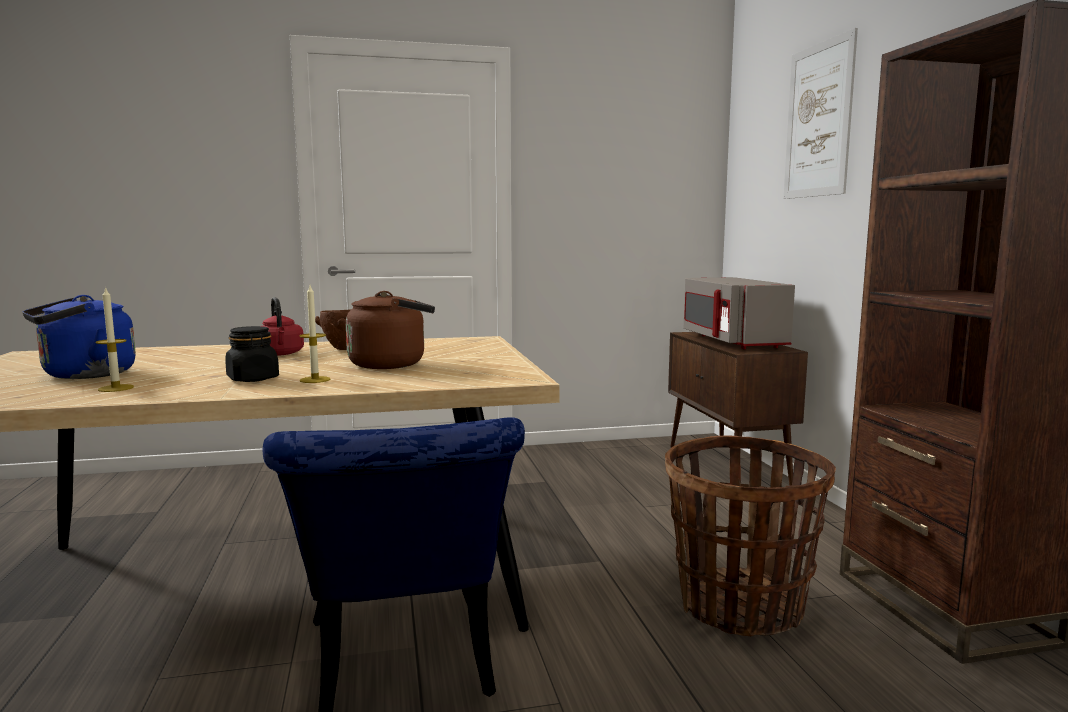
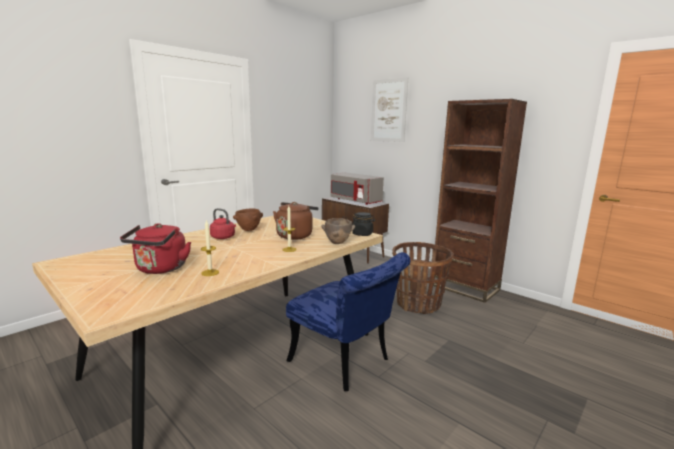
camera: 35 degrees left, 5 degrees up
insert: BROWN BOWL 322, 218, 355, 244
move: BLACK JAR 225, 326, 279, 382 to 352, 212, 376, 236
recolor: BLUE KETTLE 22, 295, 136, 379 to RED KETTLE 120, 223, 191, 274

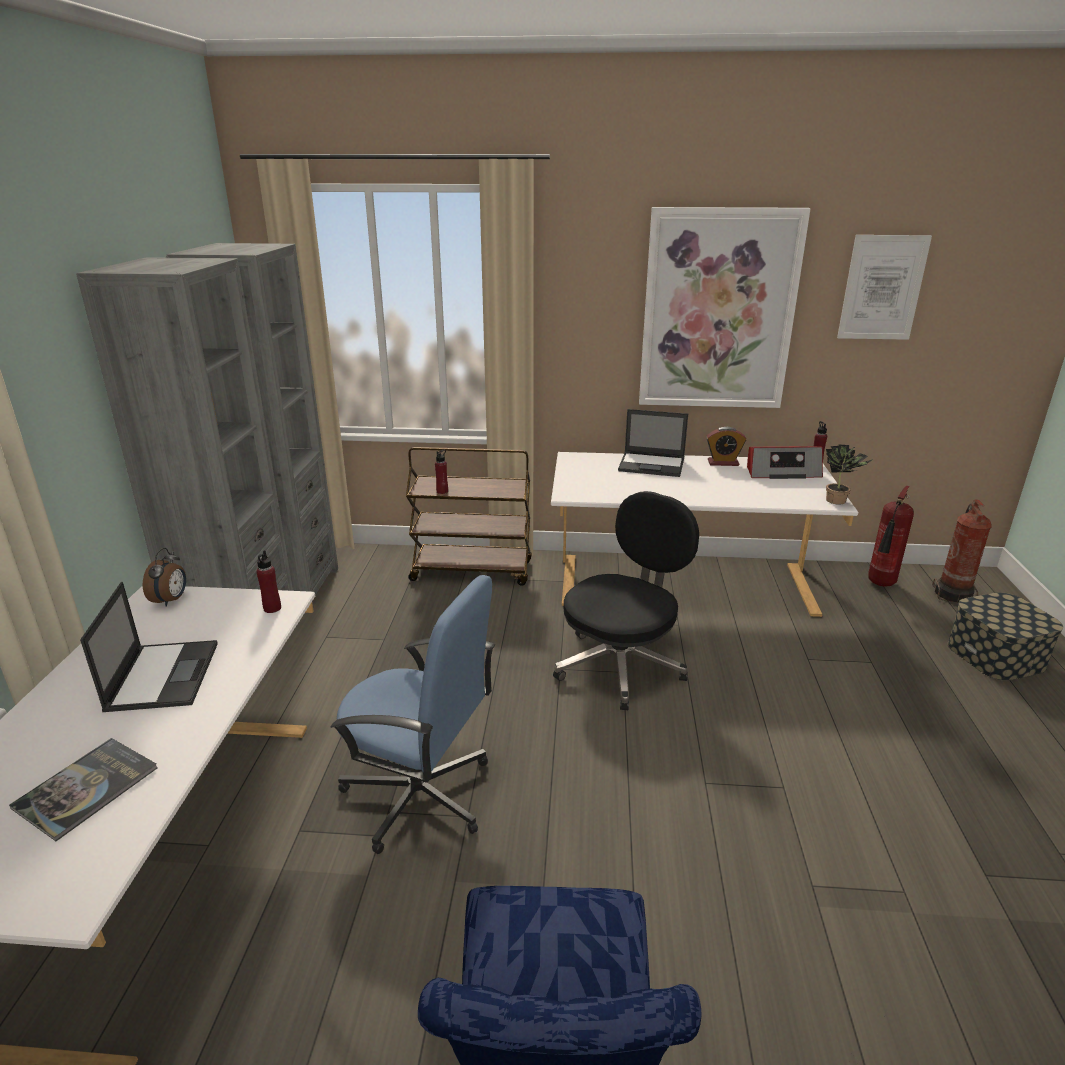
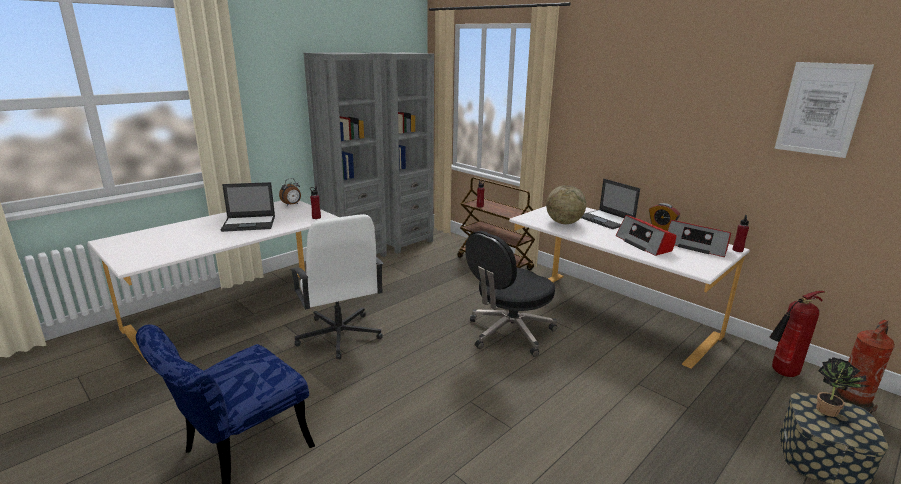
camera: 40 degrees right, 5 degrees down
delete: BOOK 9, 738, 158, 841; PICTURE 639, 207, 811, 408
insert: GLOBE 546, 185, 586, 224; RADIO 616, 215, 676, 256
move: POTTED PLANT 826, 445, 873, 505 to 816, 357, 868, 417
recolor: BLUE OFFICE CHAIR 331, 575, 495, 854 to WHITE OFFICE CHAIR 290, 214, 383, 360
rotate: LAPTOP 80, 582, 218, 712 = 221, 182, 275, 232 45 degrees clockwise; BLACK OFFICE CHAIR 553, 491, 699, 710 = 465, 231, 557, 357 150 degrees clockwise

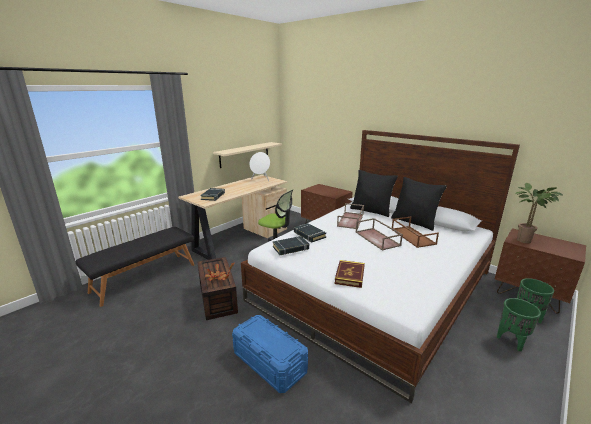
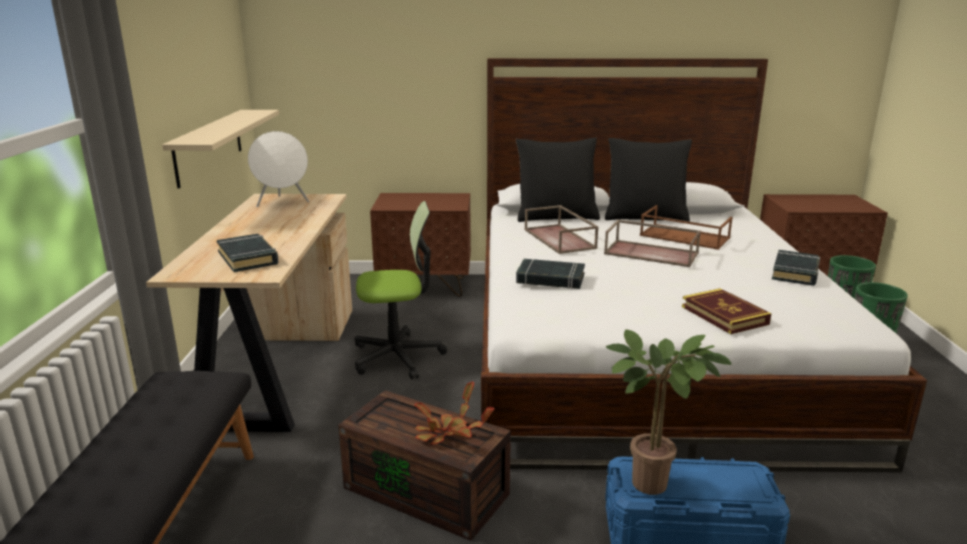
camera: 40 degrees left, 0 degrees up
move: POTTED PLANT 515, 183, 563, 243 to 606, 329, 732, 495; BLACK BOOK 273, 236, 309, 255 to 772, 250, 820, 286

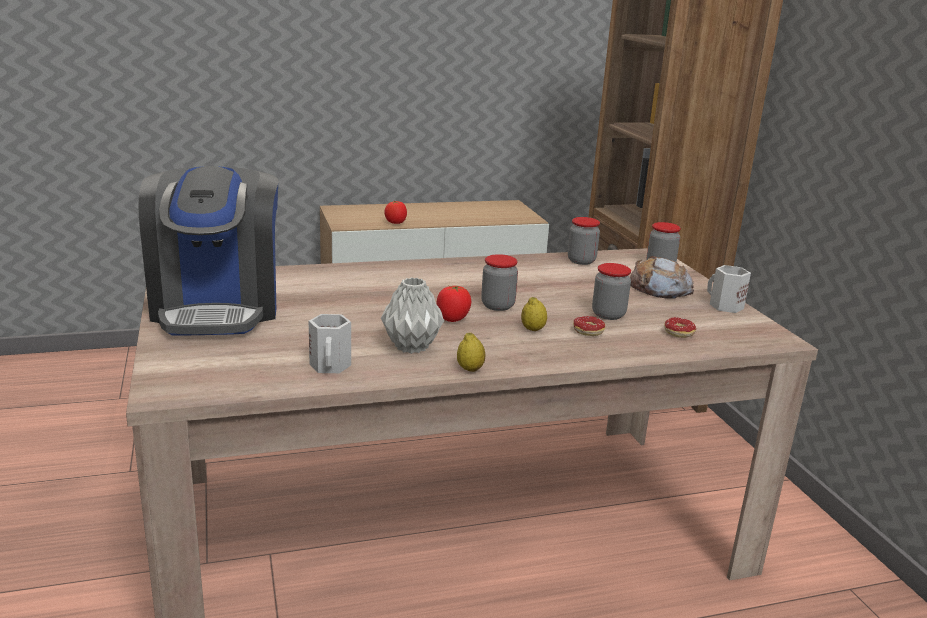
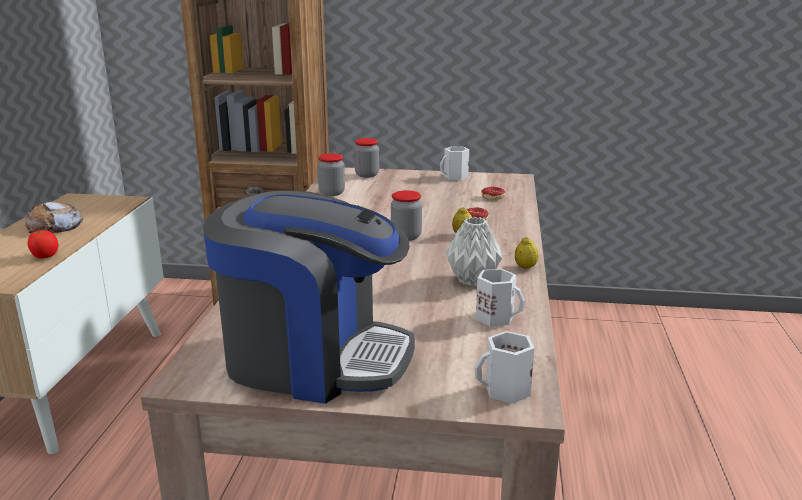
camera: 65 degrees left, 0 degrees up
delete: TOMATO 437, 286, 471, 322; JAR 592, 263, 631, 320
insert: WHITE MUG 475, 331, 534, 404
move: BREAD 630, 256, 694, 299 to 25, 202, 83, 233

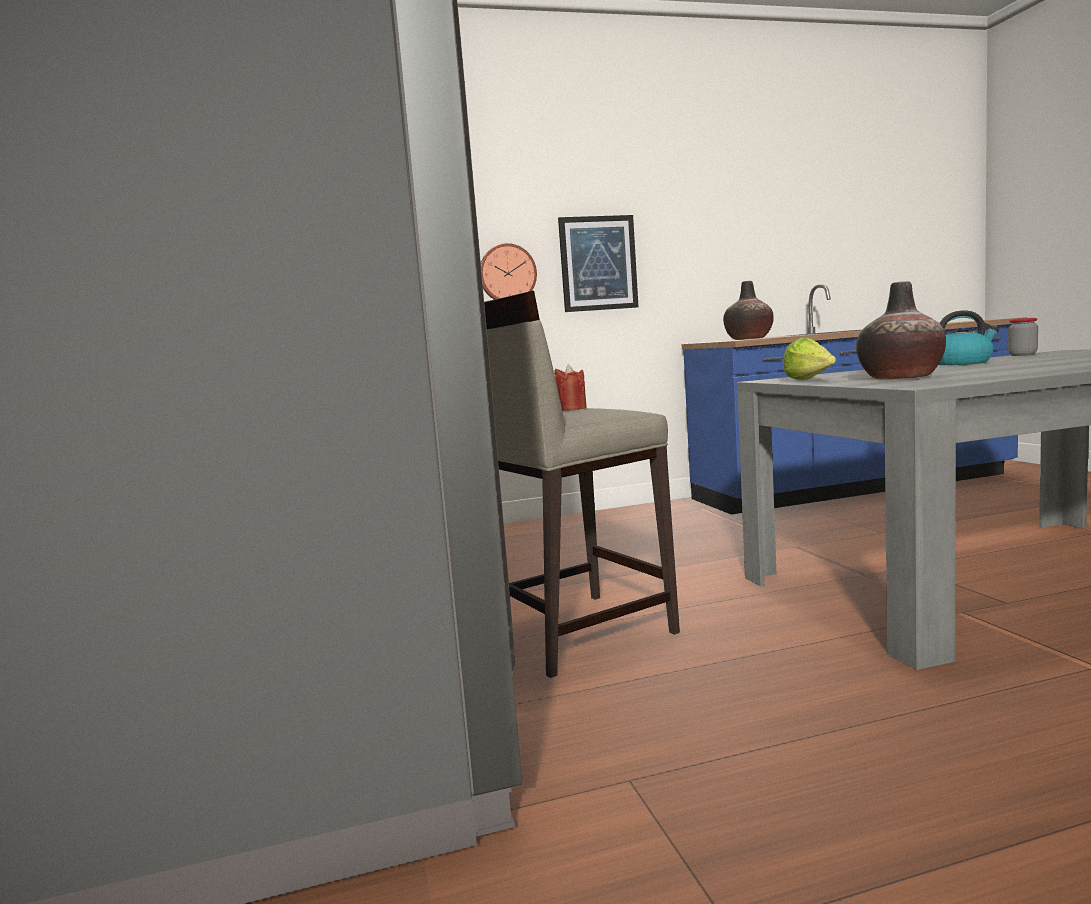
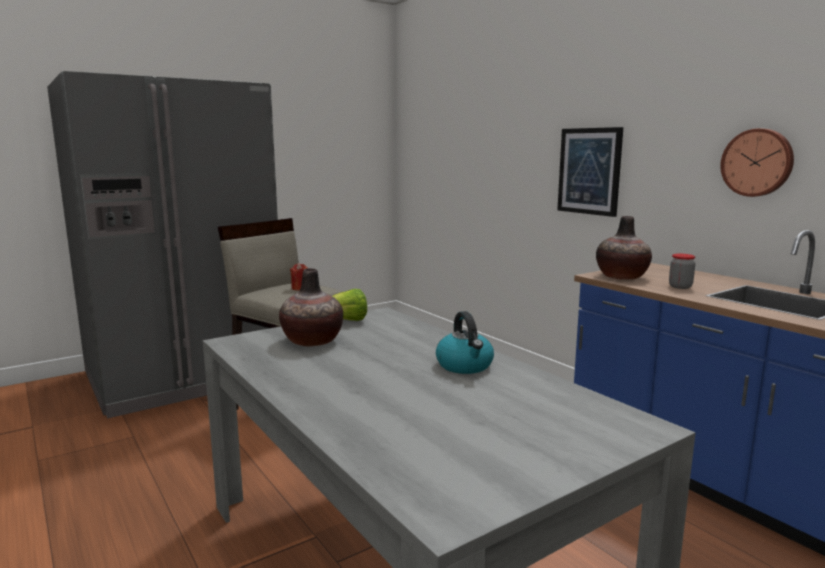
camera: 70 degrees right, 5 degrees up
move: JAR 1008, 318, 1038, 356 to 669, 254, 695, 289; WALL CLOCK 481, 243, 537, 300 to 720, 128, 794, 197

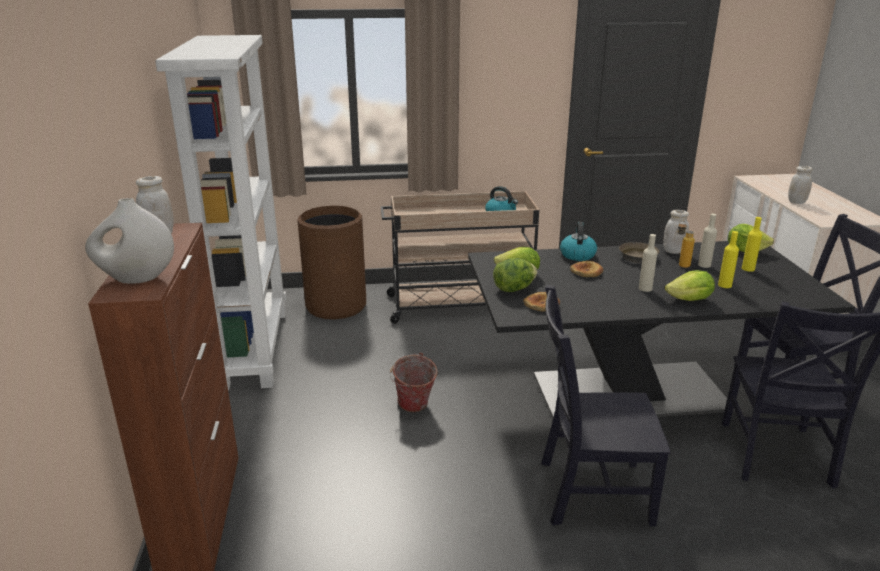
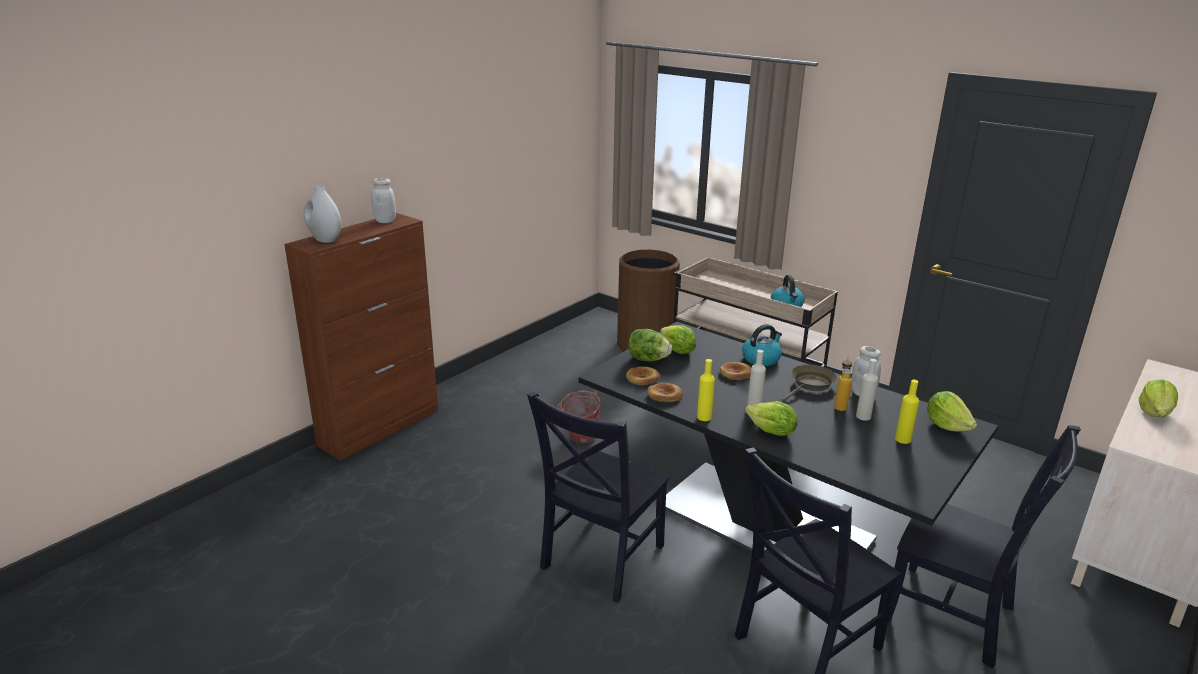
camera: 45 degrees right, 0 degrees up
delete: WHITE BOOKCASE 155, 35, 286, 390
insert: BREAD 647, 382, 683, 402
move: YELLOW BOTTLE 718, 231, 739, 288 to 697, 359, 715, 421
replace: WHITE JAR 788, 166, 812, 204 to LETTUCE 1139, 379, 1178, 418
rotate: BLACK CHAIR 541, 285, 671, 526 = 527, 392, 670, 602 105 degrees counterclockwise

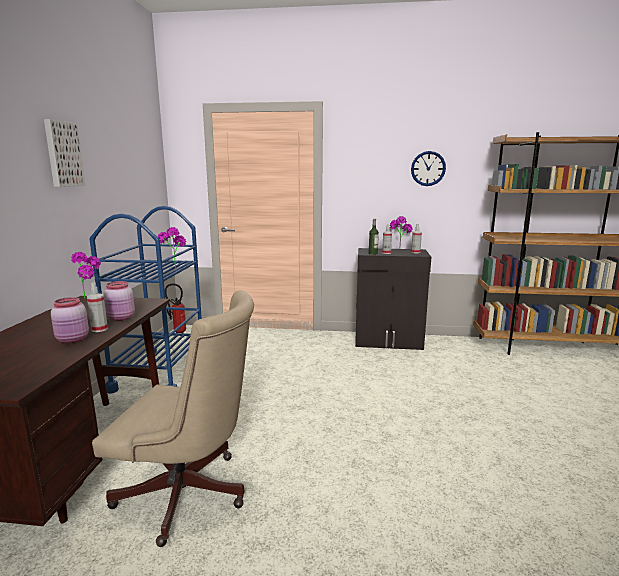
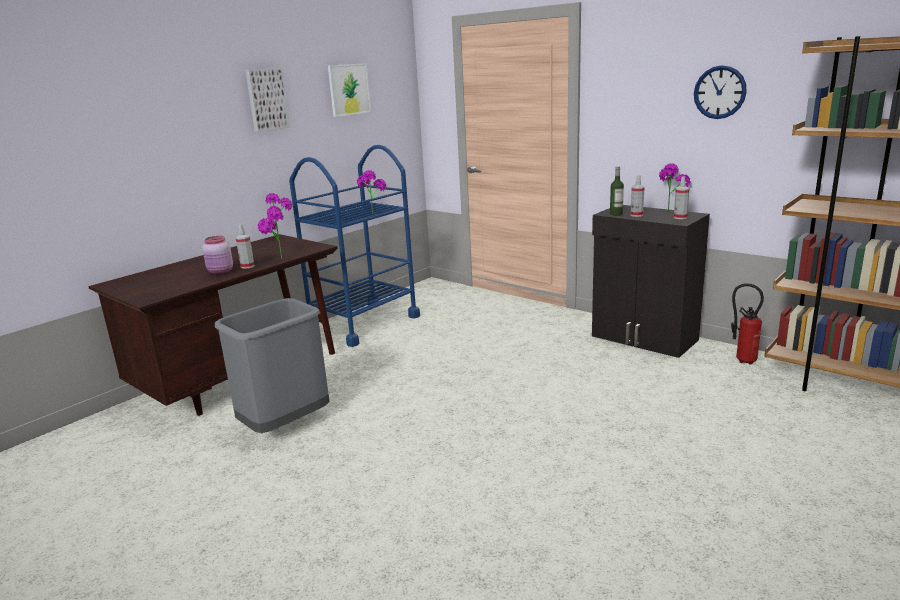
camera: 35 degrees right, 5 degrees up
insert: PICTURE 328, 63, 371, 117
move: FIRE EXTINGUISHER 165, 284, 186, 333 to 731, 284, 764, 365
replace: BEIGE OFFICE CHAIR 92, 290, 254, 547 to GREY TRASH CAN 215, 298, 330, 433; PINK JAR 104, 281, 135, 321 to POTTED PLANT 257, 209, 284, 259

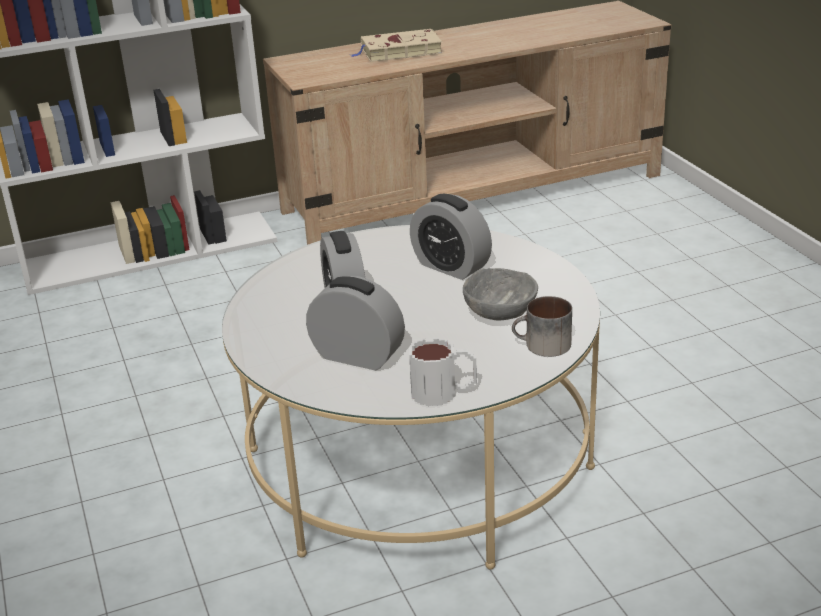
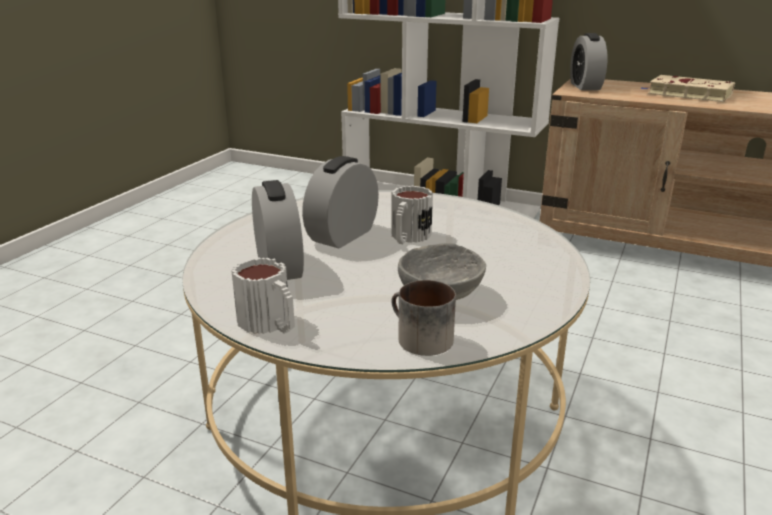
camera: 45 degrees right, 5 degrees down
insert: MUG 391, 186, 433, 244
move: ALARM CLOCK 410, 194, 492, 280 to 570, 33, 607, 90

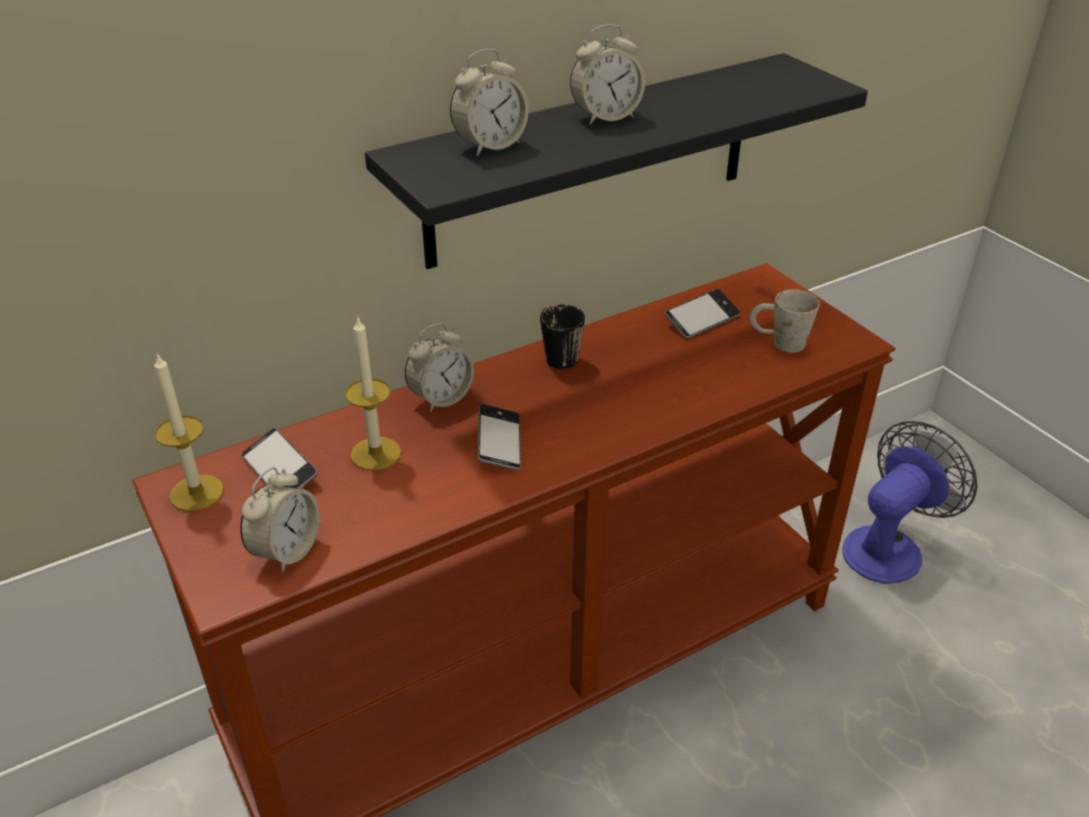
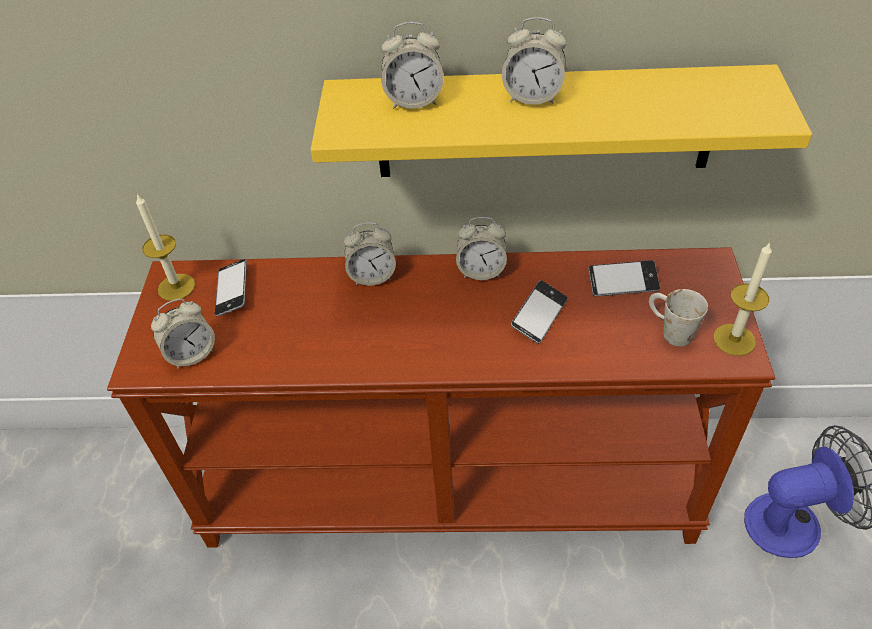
camera: 35 degrees right, 10 degrees up
move: PHONE 478, 404, 521, 470 to 511, 280, 568, 344; CANDLE 345, 316, 401, 471 to 713, 242, 772, 356
replace: BLACK MUG 540, 304, 585, 369 to ALARM CLOCK 456, 217, 507, 280
recolor: BLACK SHELF 365, 53, 868, 269 to YELLOW SHELF 311, 64, 812, 177

